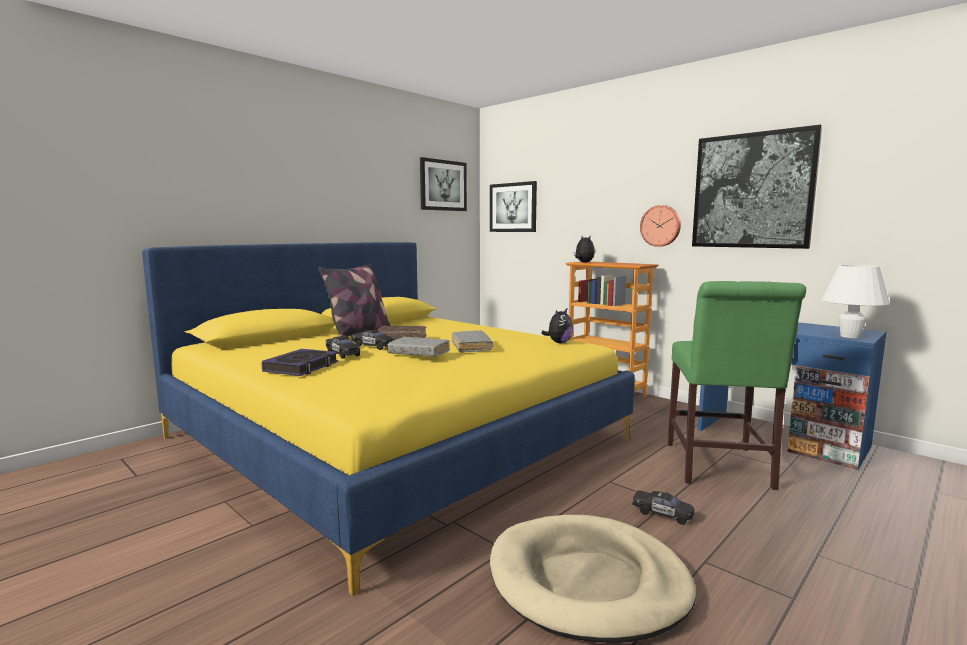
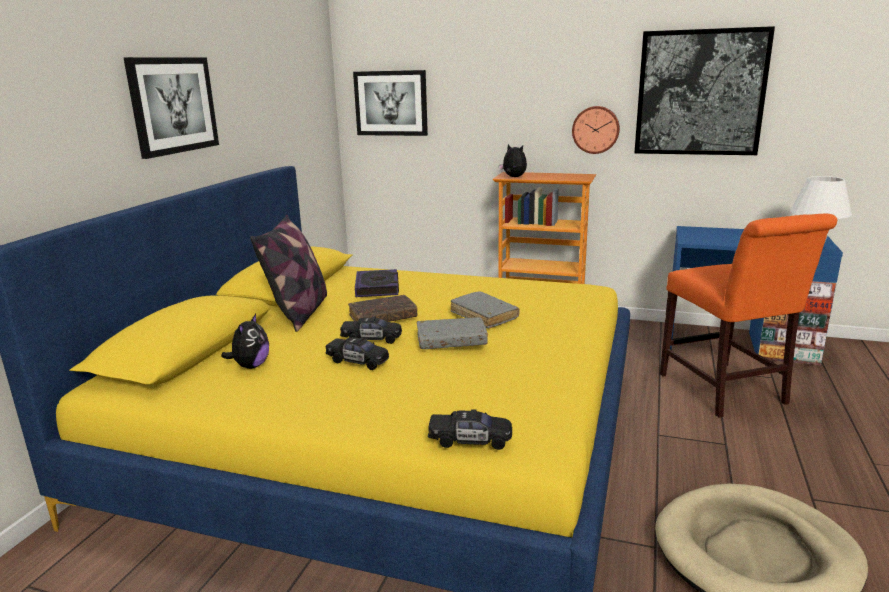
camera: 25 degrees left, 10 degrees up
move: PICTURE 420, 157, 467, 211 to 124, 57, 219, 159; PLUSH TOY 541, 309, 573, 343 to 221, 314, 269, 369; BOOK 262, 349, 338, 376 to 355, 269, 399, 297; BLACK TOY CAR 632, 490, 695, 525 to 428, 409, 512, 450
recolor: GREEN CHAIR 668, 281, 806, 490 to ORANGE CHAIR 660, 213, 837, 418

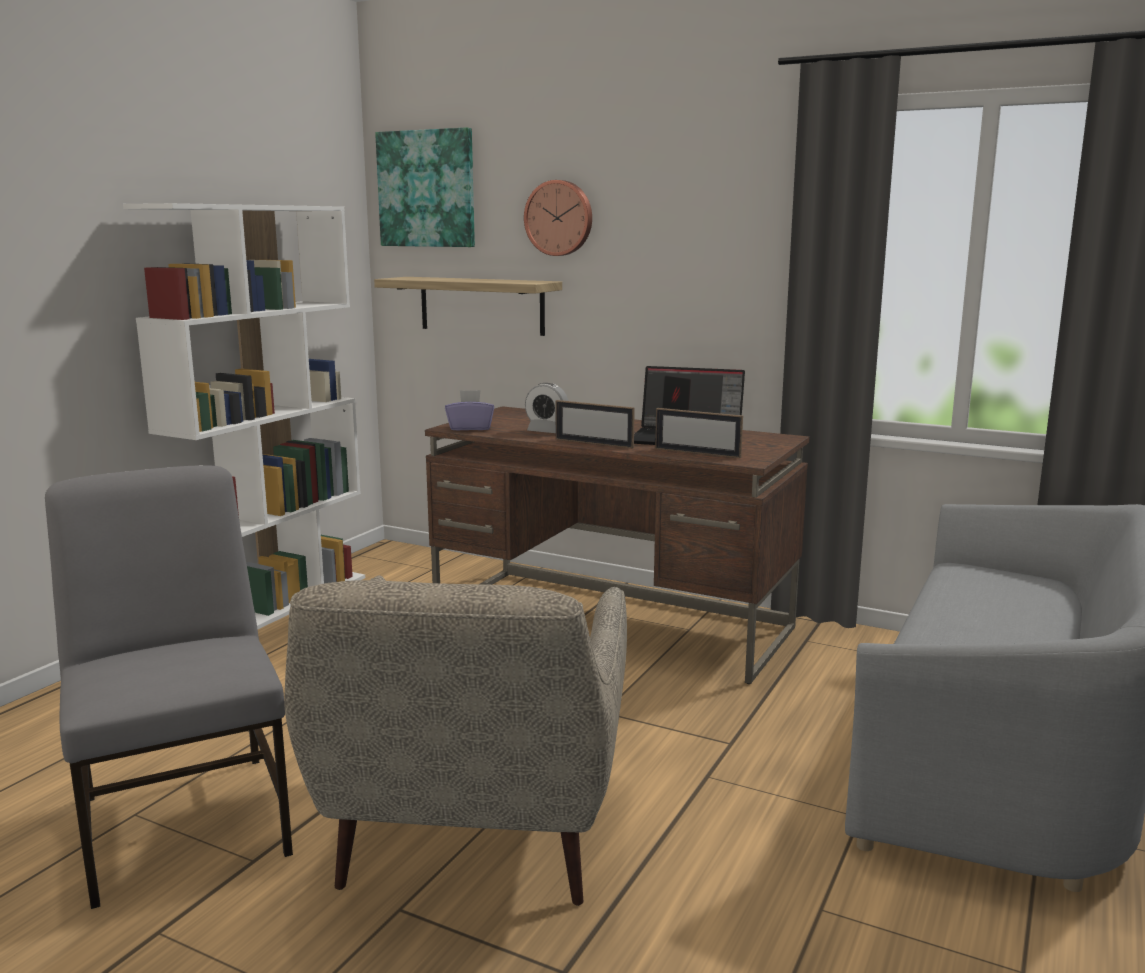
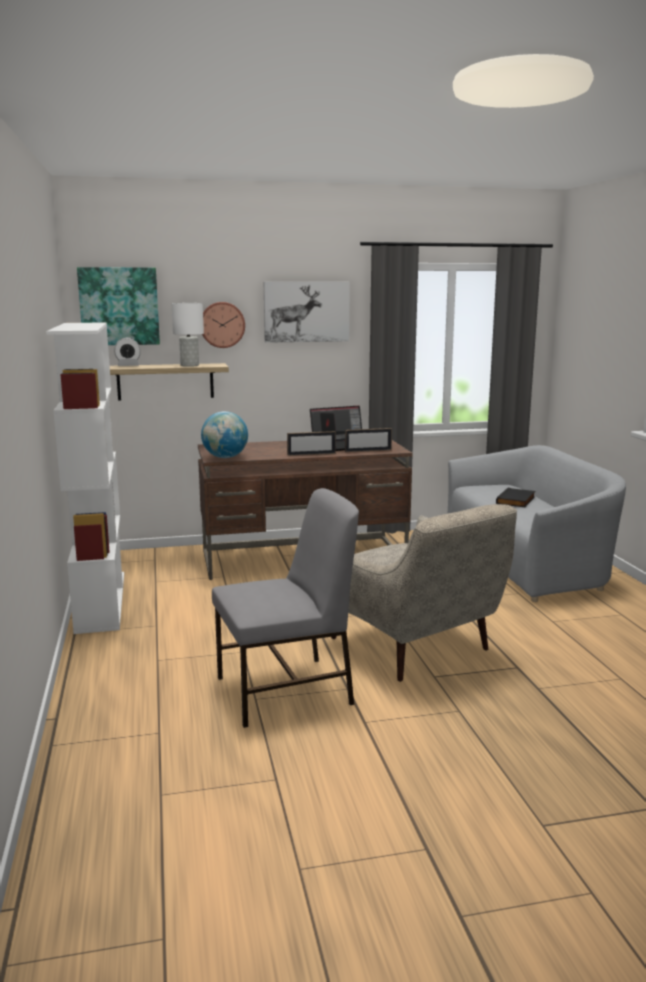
camera: 40 degrees left, 0 degrees up
insert: WHITE TABLE LAMP 172, 303, 204, 367; PICTURE 264, 282, 350, 343; BLACK BOOK 496, 488, 535, 507
move: ALARM CLOCK 525, 383, 568, 433 to 114, 338, 141, 366
replace: PURPLE TISSUE BOX 445, 390, 494, 430 to GLOBE 201, 411, 248, 458
rotate: GREY CHAIR 45, 465, 293, 909 = 212, 488, 359, 728 135 degrees clockwise

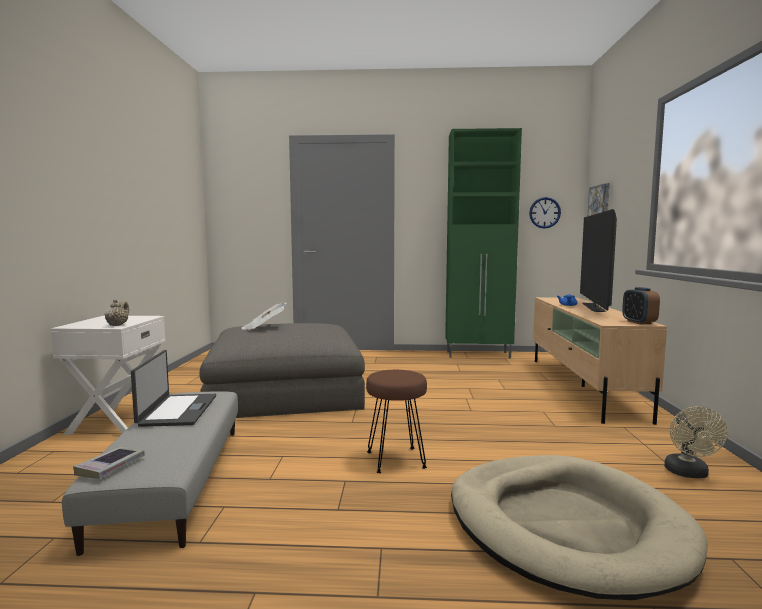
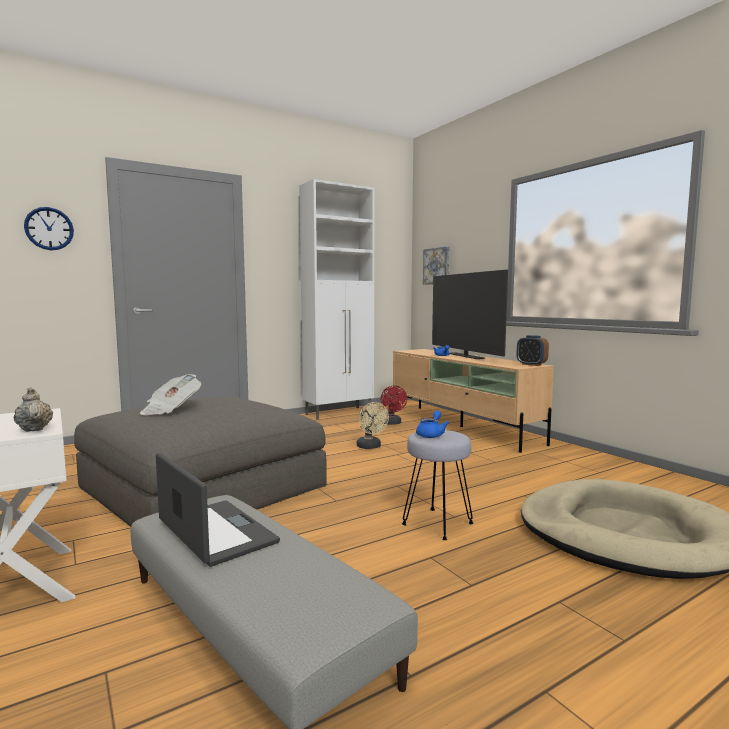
camera: 35 degrees left, 0 degrees up
delete: BOOK 73, 447, 145, 479
insert: RED FAN 381, 385, 407, 425; BLUE TEAPOT 416, 411, 449, 438
move: WALL CLOCK 529, 197, 561, 229 to 24, 207, 74, 250; BEIGE FAN 664, 407, 728, 478 to 357, 402, 389, 449
recolor: GREEN CABINET 445, 128, 522, 358 to WHITE CABINET 299, 179, 375, 420; BROWN STOOL 366, 370, 427, 473 to GREY STOOL 402, 430, 473, 540

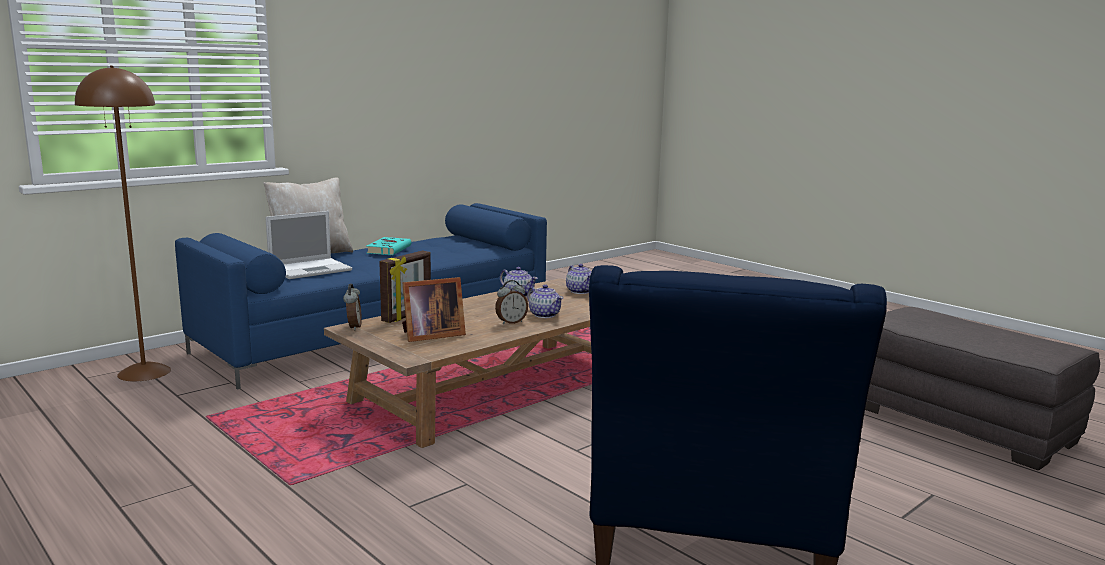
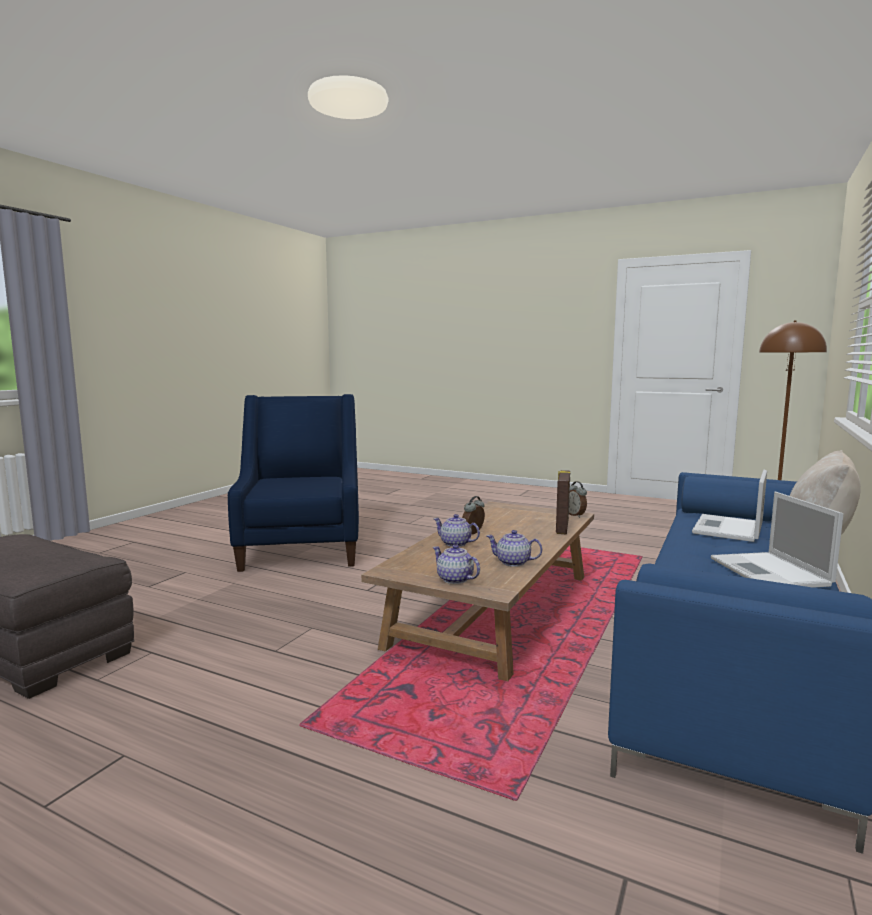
camera: 160 degrees right, 5 degrees down
delete: PICTURE FRAME 402, 277, 466, 342
replace: TURQUOISE BOOK 367, 237, 411, 255 to LAPTOP 711, 492, 844, 588

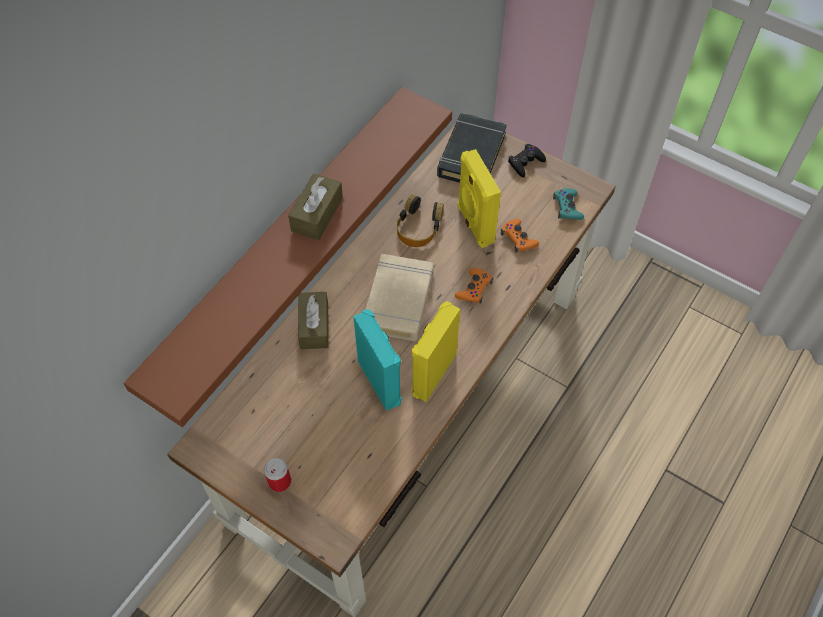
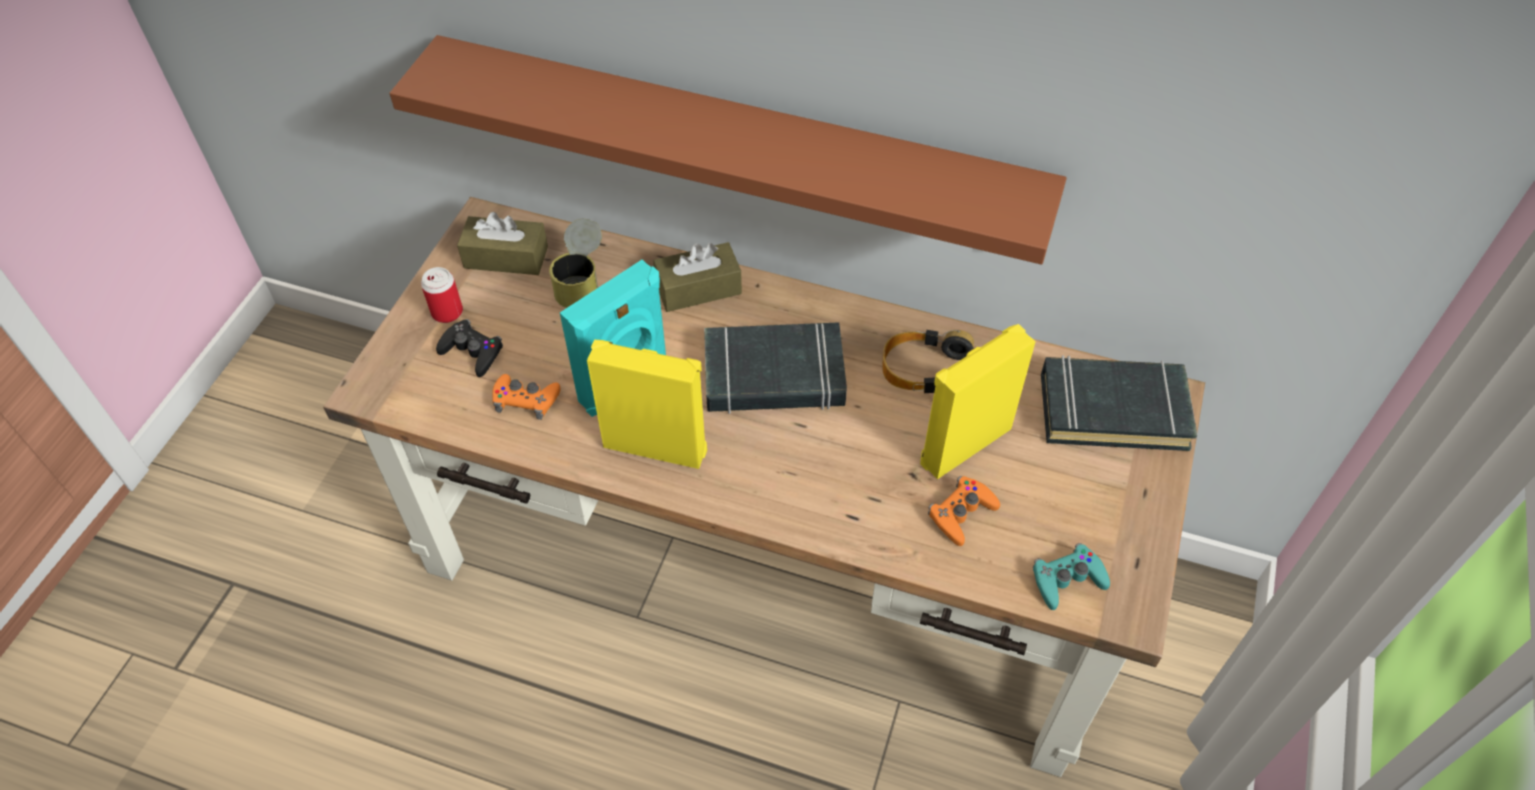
camera: 75 degrees right, 5 degrees down
insert: CAN 549, 218, 602, 308
move: BLACK GAME CONTROLLER 508, 144, 546, 177 to 436, 319, 503, 377; BROWN TISSUE BOX 288, 173, 343, 240 to 457, 212, 548, 275; ORANGE GAME CONTROLLER 455, 268, 493, 304 to 493, 374, 561, 420
recolor: BEIGE BOOK 366, 254, 434, 341 to BLACK BOOK 704, 322, 847, 414

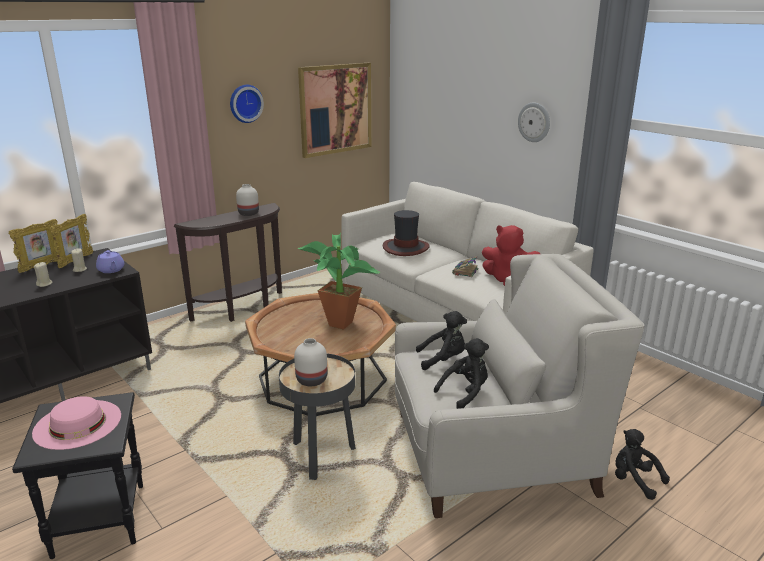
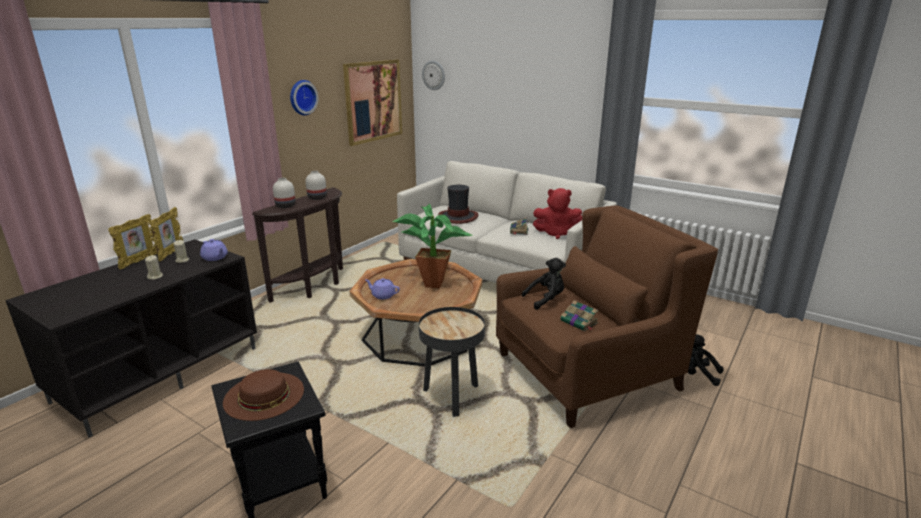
camera: 15 degrees left, 0 degrees up
insert: PURPLE TEAPOT 365, 278, 400, 299
move: WHITE VASE 294, 338, 327, 386 to 273, 178, 296, 208; WALL CLOCK 518, 103, 550, 142 to 422, 60, 445, 90
replace: BLACK PLUSH TOY 434, 338, 489, 409 to BOOK 560, 300, 598, 331
recolor: PINK HAT 32, 396, 121, 450 to BROWN HAT 223, 369, 304, 421; WHITE ARMCHAIR 395, 254, 645, 518 to BROWN ARMCHAIR 496, 205, 718, 428

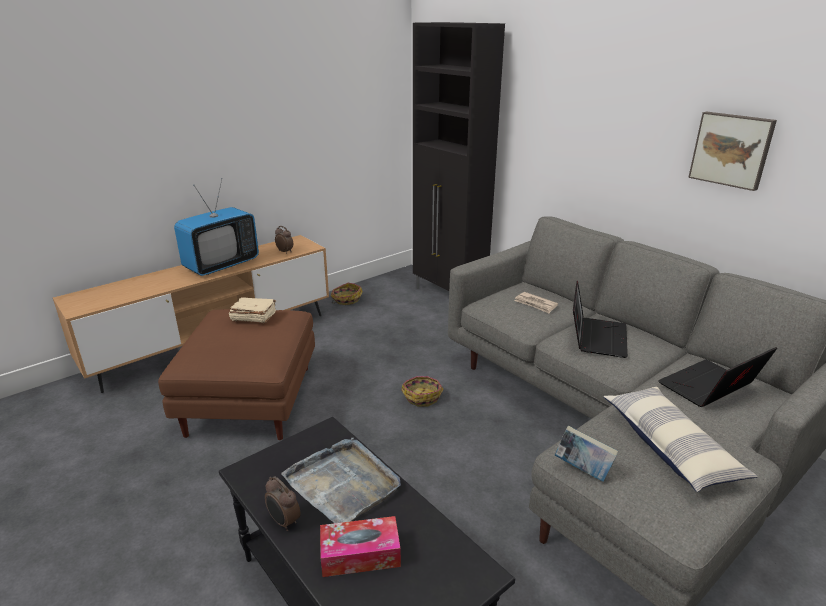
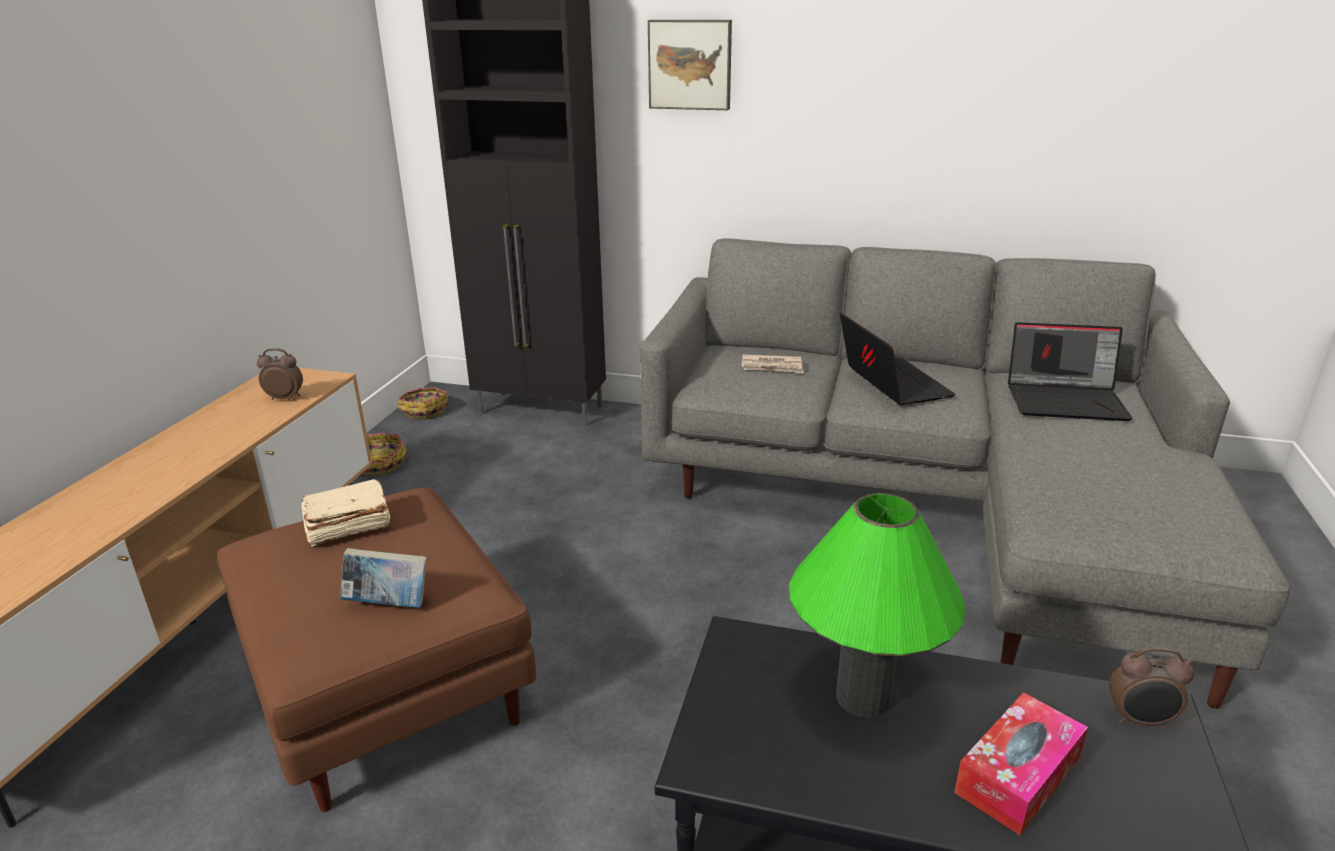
camera: 35 degrees left, 0 degrees up
delete: TELEVISION 174, 178, 259, 276; PILLOW 603, 387, 758, 492
move: BOOK 555, 426, 618, 482 to 340, 548, 427, 608; BASKET 401, 376, 444, 407 to 398, 388, 448, 420; PICTURE 688, 112, 777, 191 to 648, 20, 732, 110; ALARM CLOCK 265, 476, 301, 531 to 1109, 647, 1194, 729
replace: GREY TRAY 281, 438, 401, 523 to GREEN TABLE LAMP 789, 493, 966, 717
rotate: LAPTOP 658, 347, 777, 407 = 1008, 322, 1133, 421 105 degrees counterclockwise

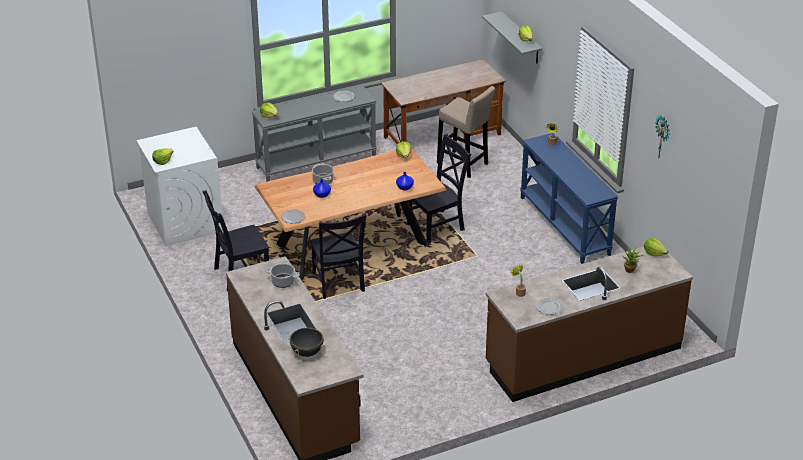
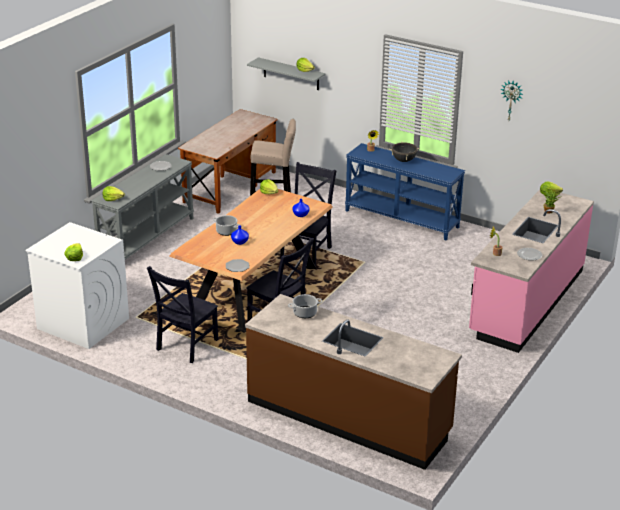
camera: 35 degrees left, 5 degrees down
move: BLACK COOKING POT 288, 327, 325, 357 to 389, 142, 420, 162
recolor: BROWN COUNTER 486, 247, 693, 402 to PINK COUNTER 469, 190, 594, 353

